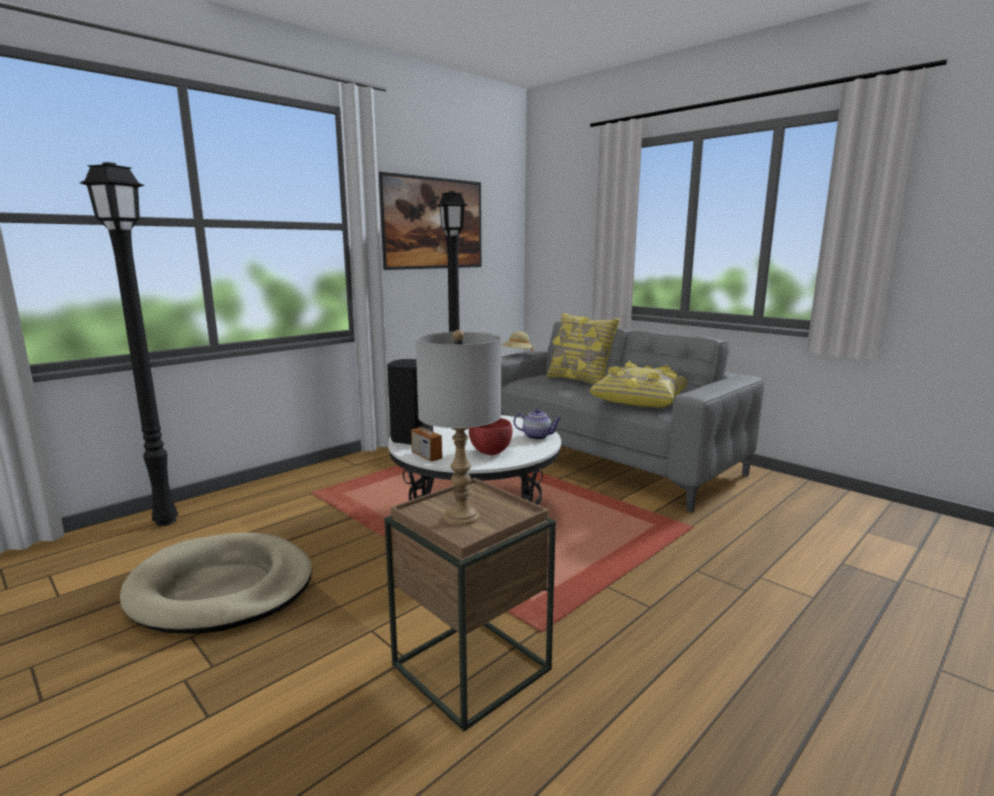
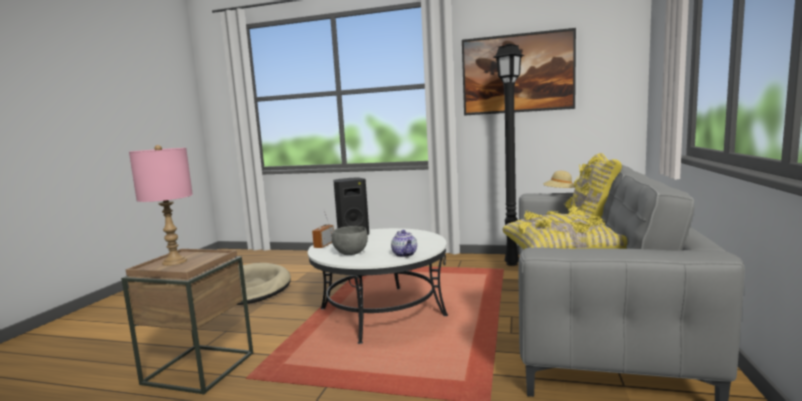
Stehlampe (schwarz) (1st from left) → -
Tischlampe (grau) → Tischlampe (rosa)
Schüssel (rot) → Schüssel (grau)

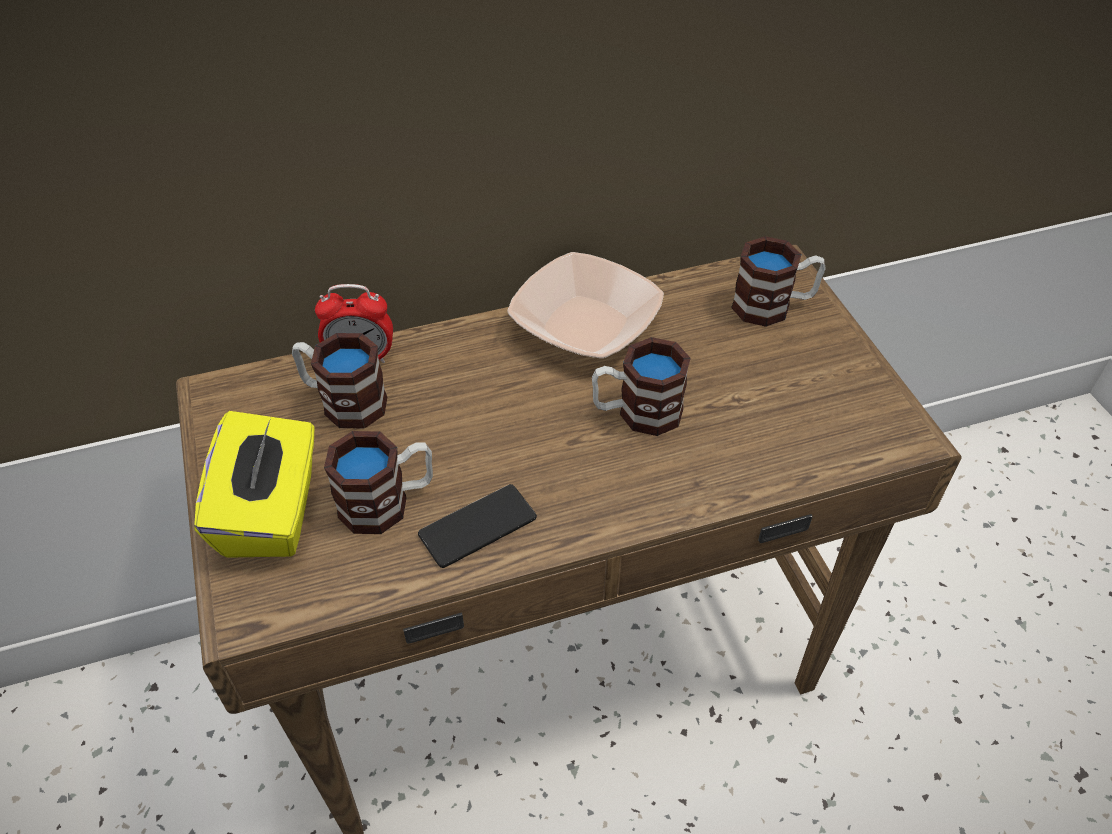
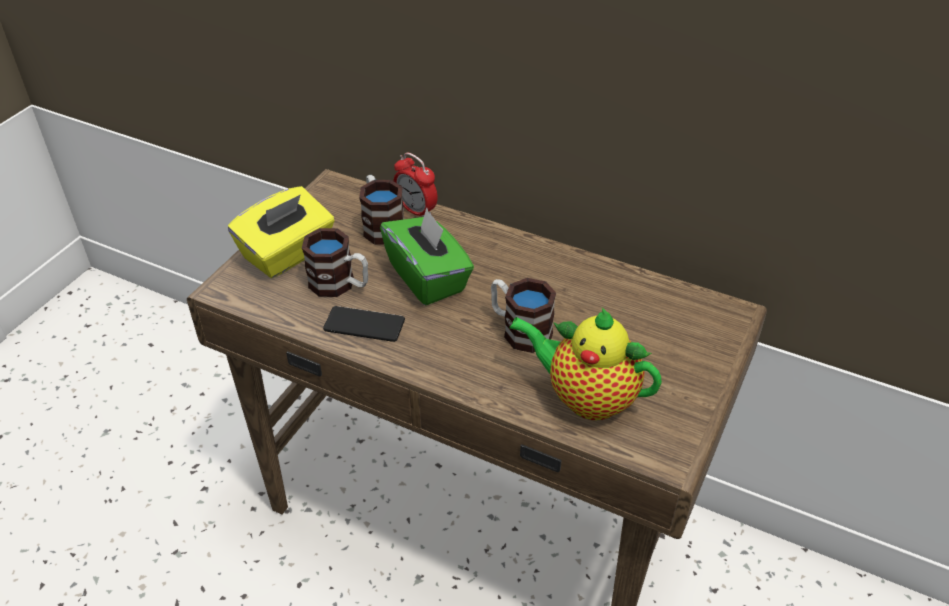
Schüssel → -
Henkelbecher (4th from left) → -
- → Taschentuchbox (grün)
- → Teekanne

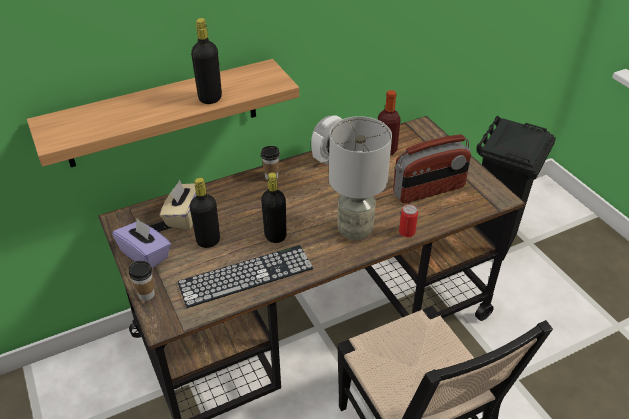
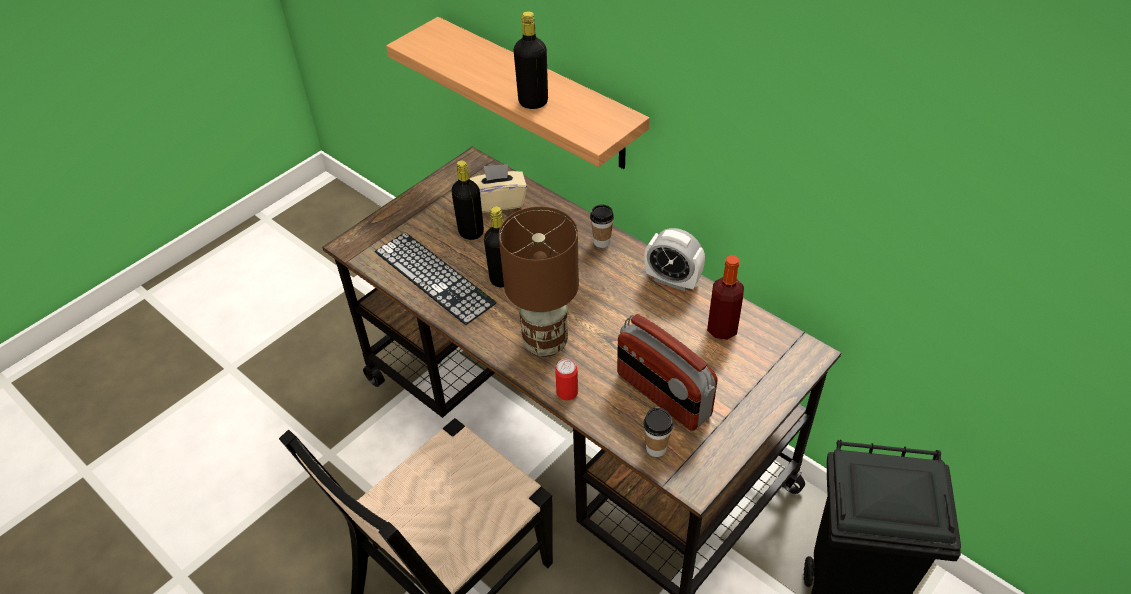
Taschentuchbox (lila) → -
Tasse (1st from left in the first image) → Tasse (2nd from left), moved
Tischlampe (grau) → Tischlampe (braun)

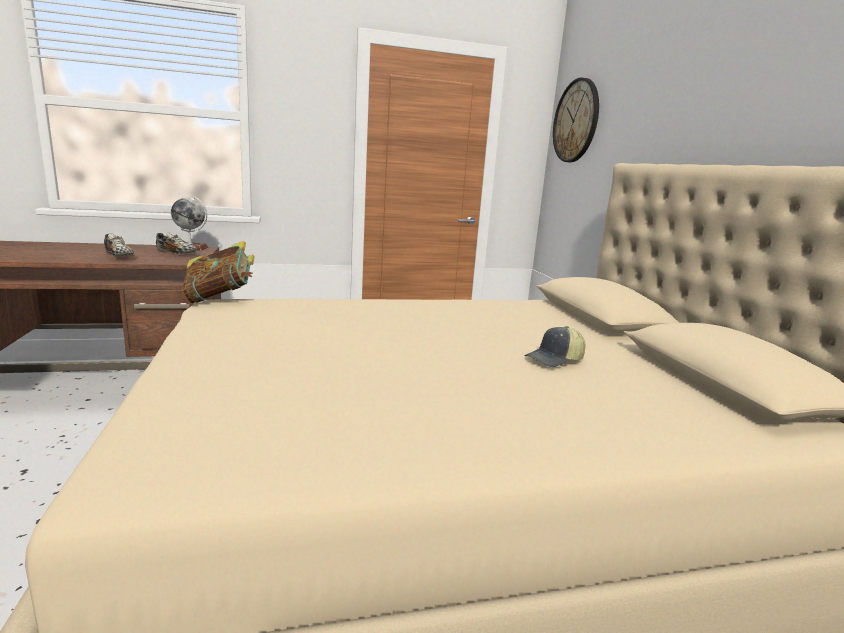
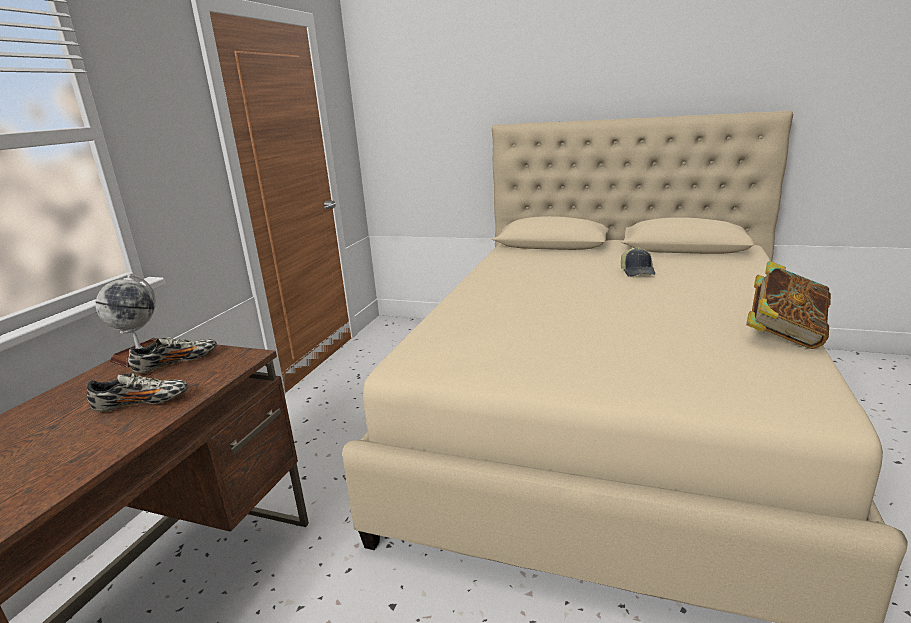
Buch, moved
Wanduhr → -

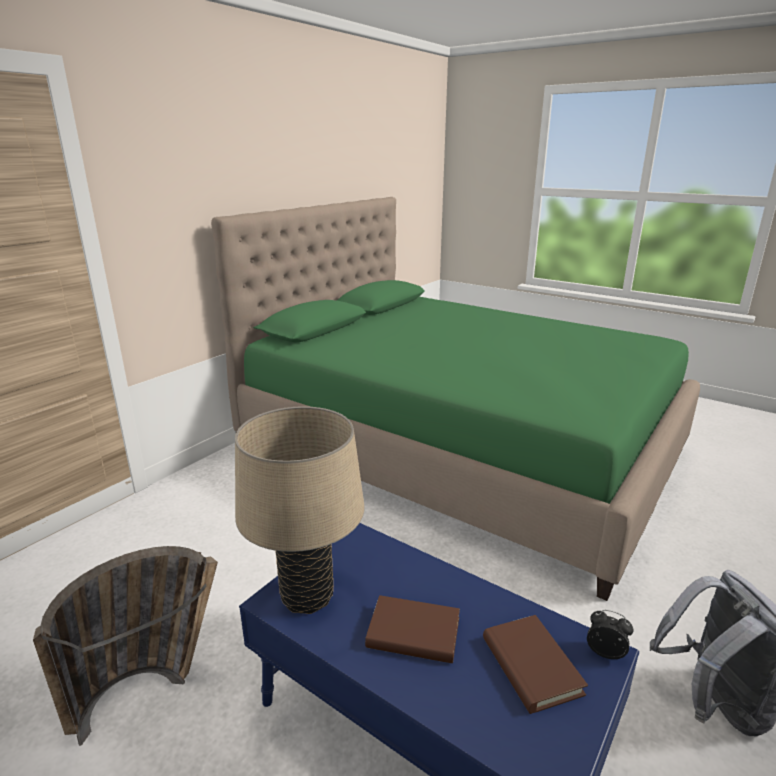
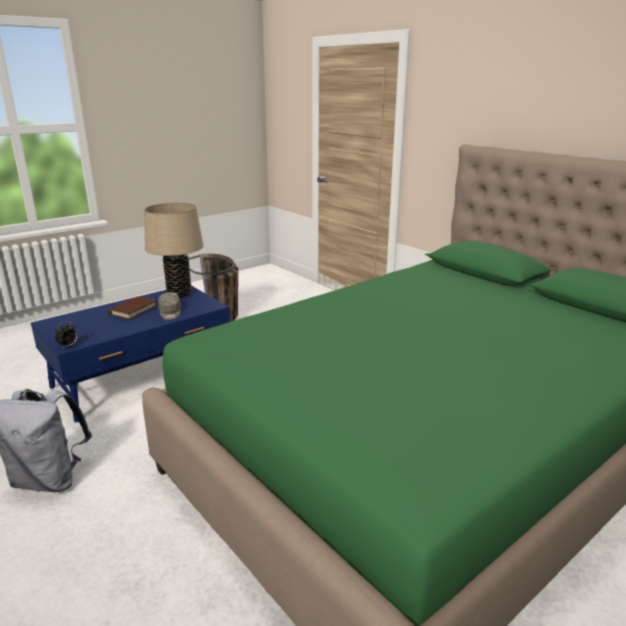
Buch (braun) (2nd from left) → -
- → Kappe (grau)

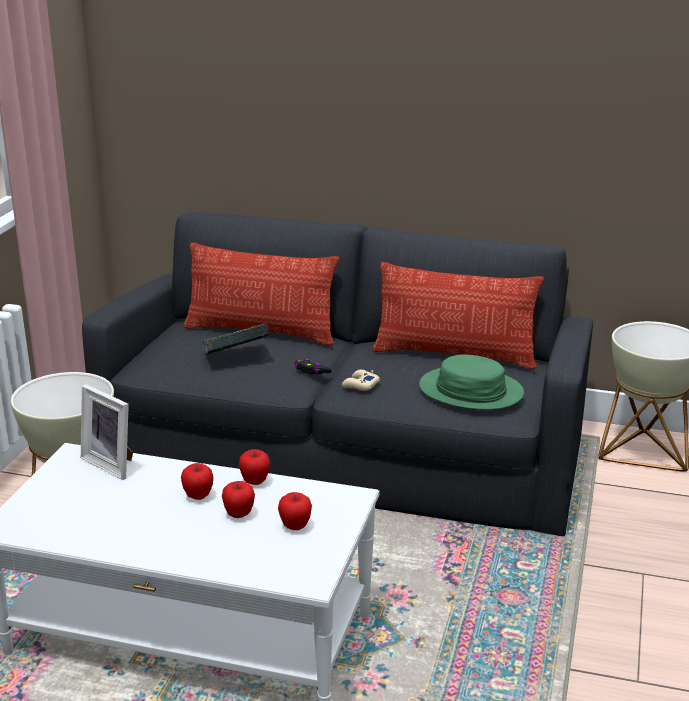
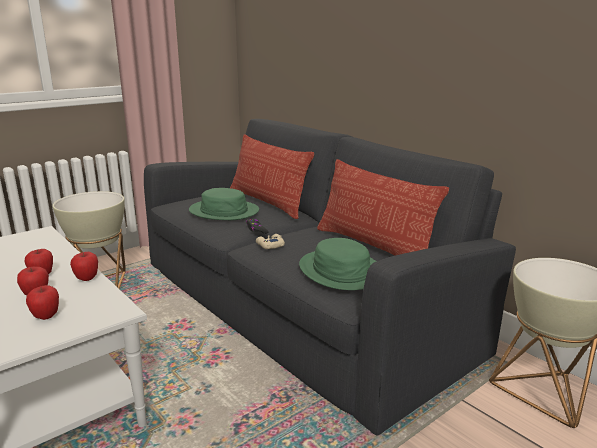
Bilderrahmen → -
Buch → Hut (grün) (1st from left)

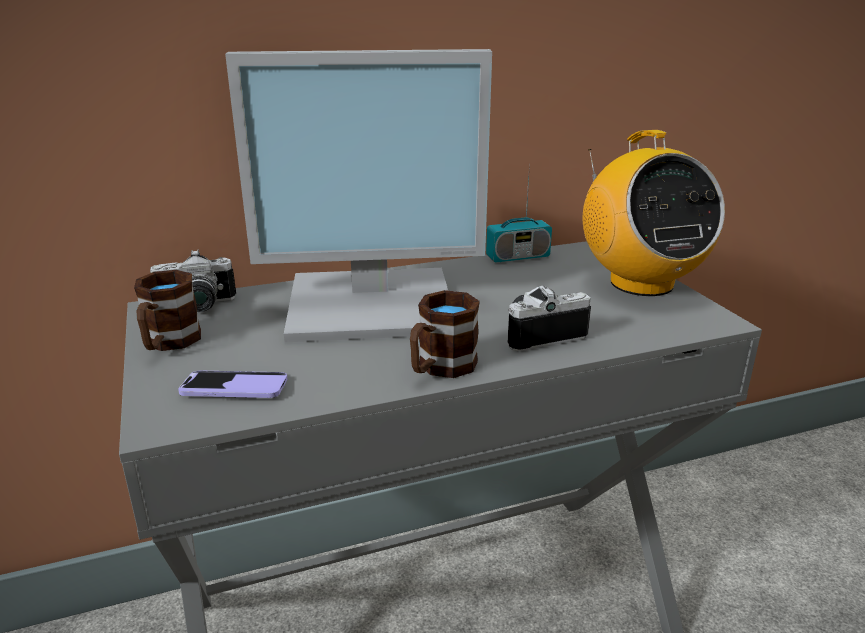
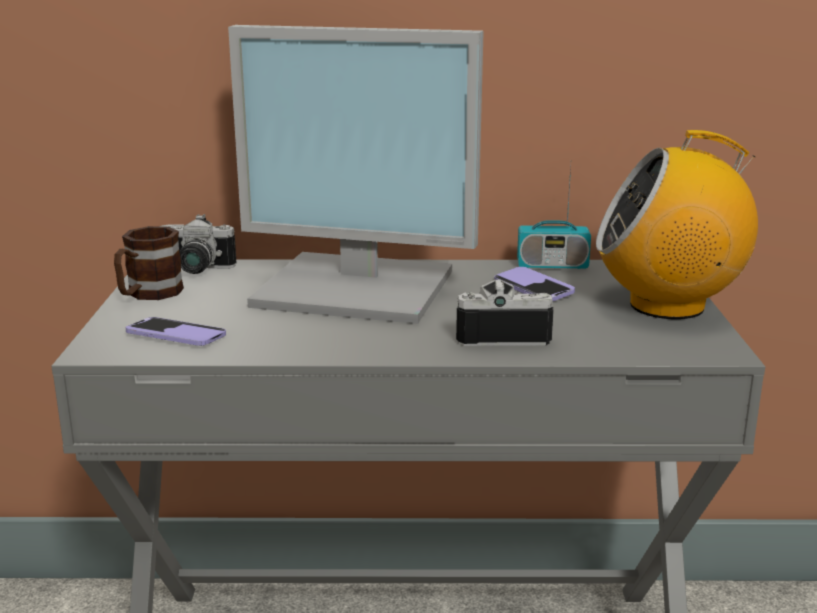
Henkelbecher (braun) (2nd from left) → -
Radio (2nd from left), 90 degrees clockwise
- → Handy (2nd from left)

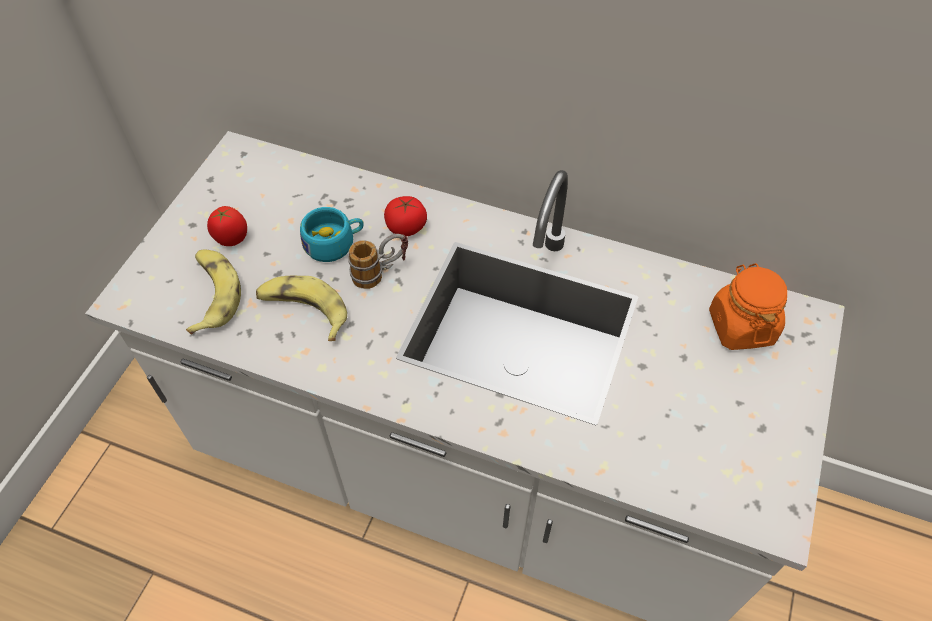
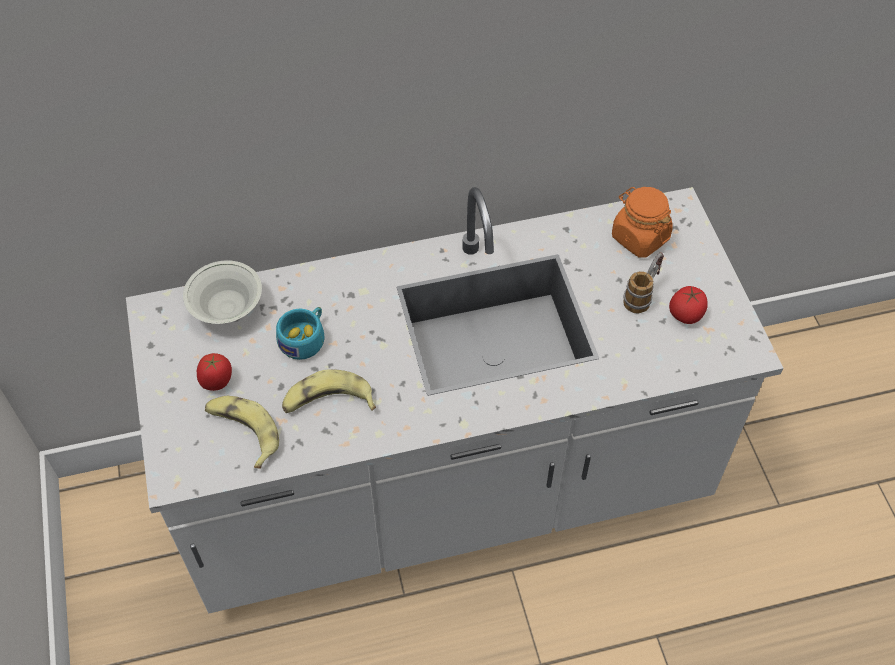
Henkelbecher, moved
Tomate (2nd from left), moved
- → Schüssel (weiß)

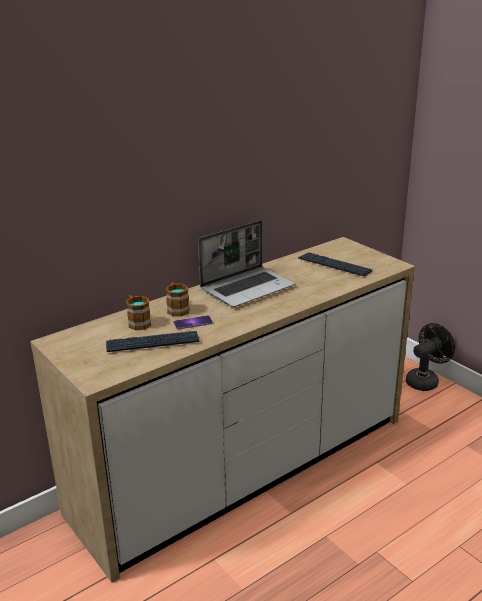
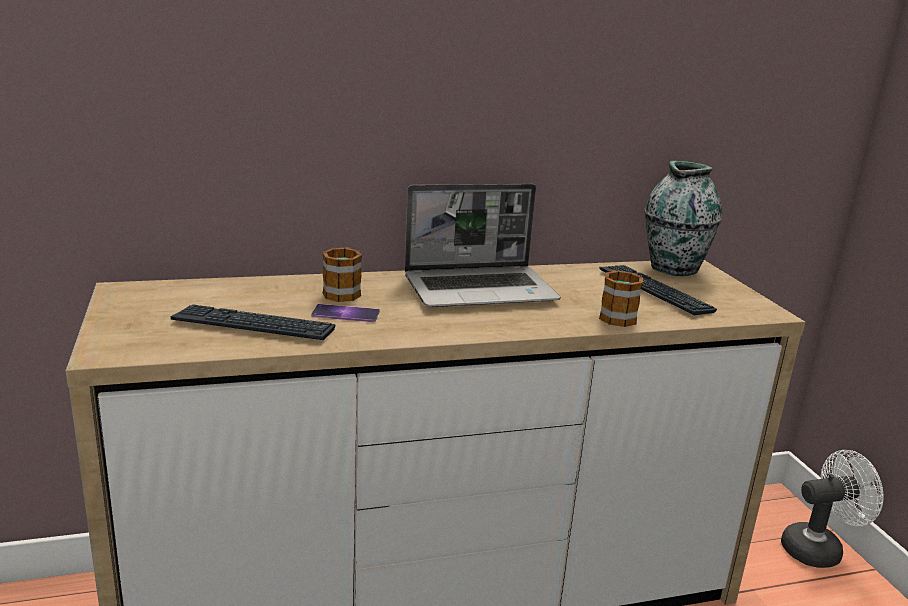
Henkelbecher (1st from left in the first image) → Henkelbecher (2nd from left), moved
Ventilator (schwarz) → Ventilator (weiß)
- → Vase

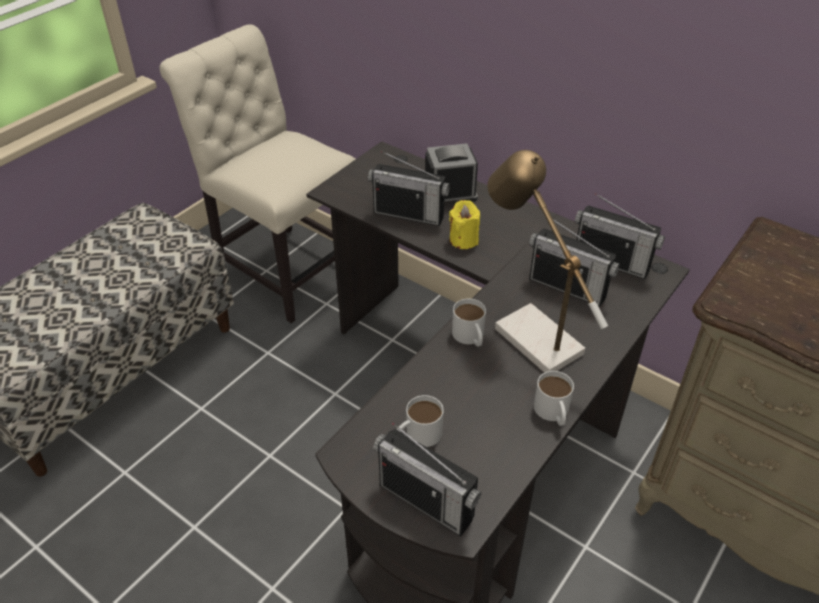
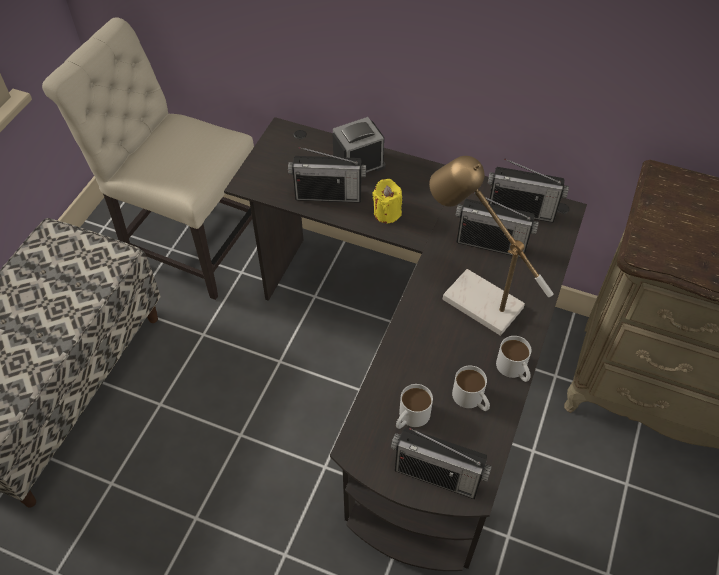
Henkelbecher (weiß) (2nd from left), moved

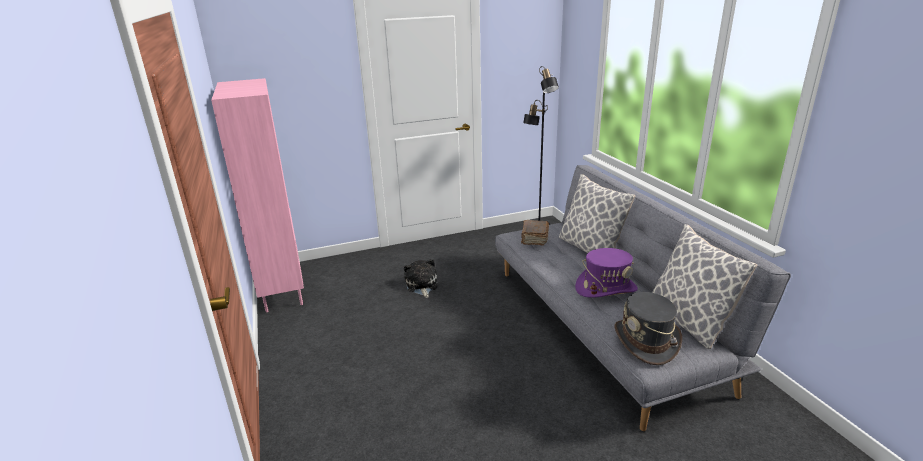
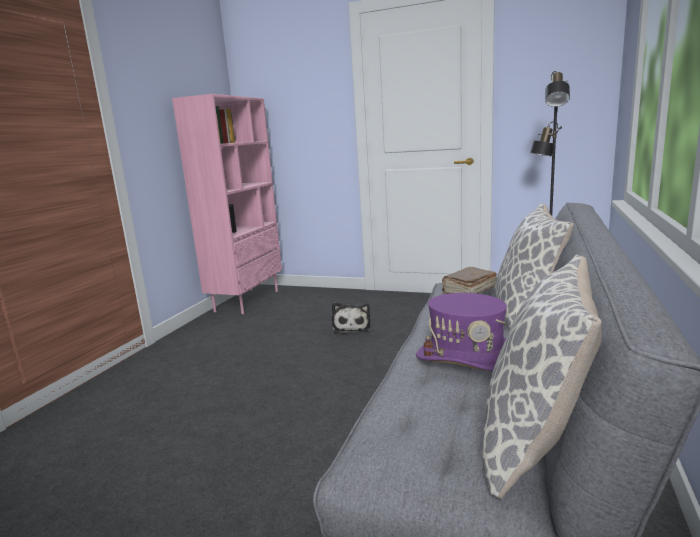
Plüschtier, 150 degrees clockwise
Hut (grau) → -

